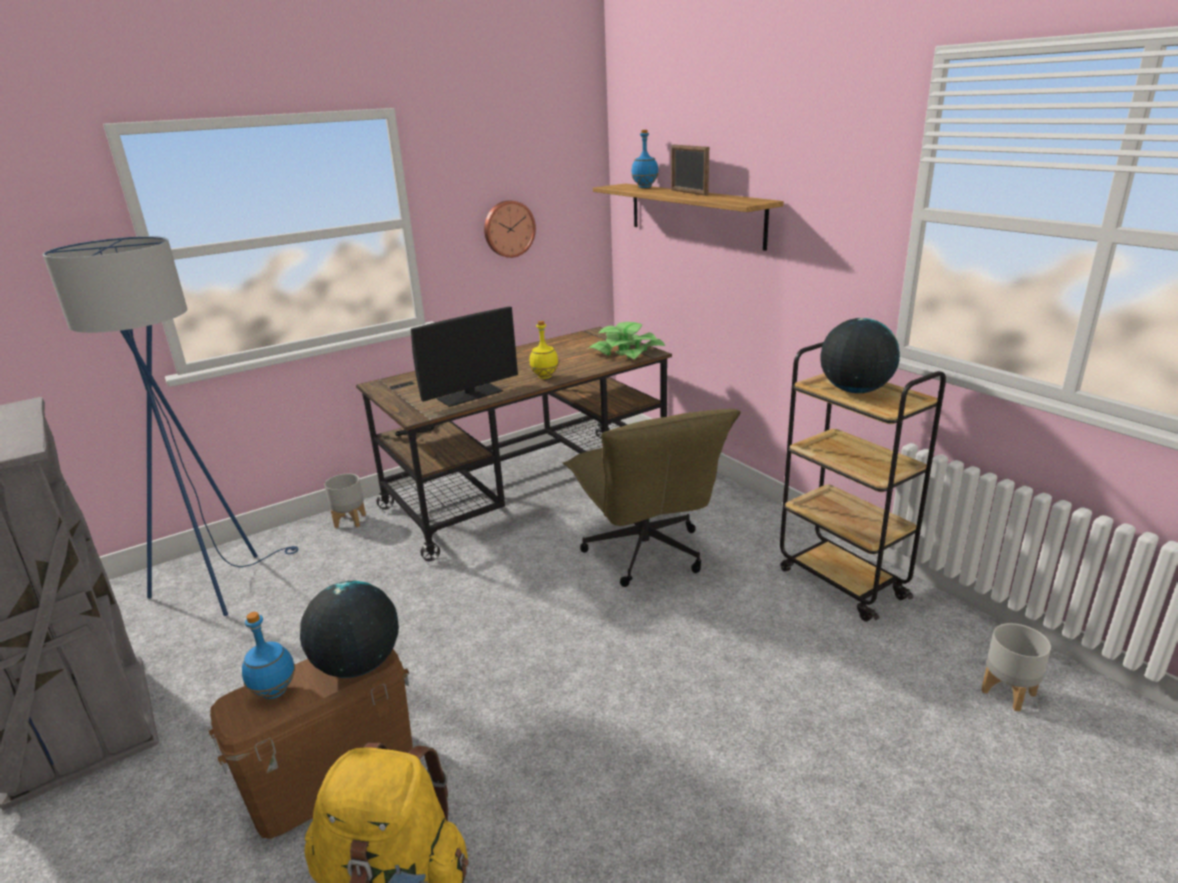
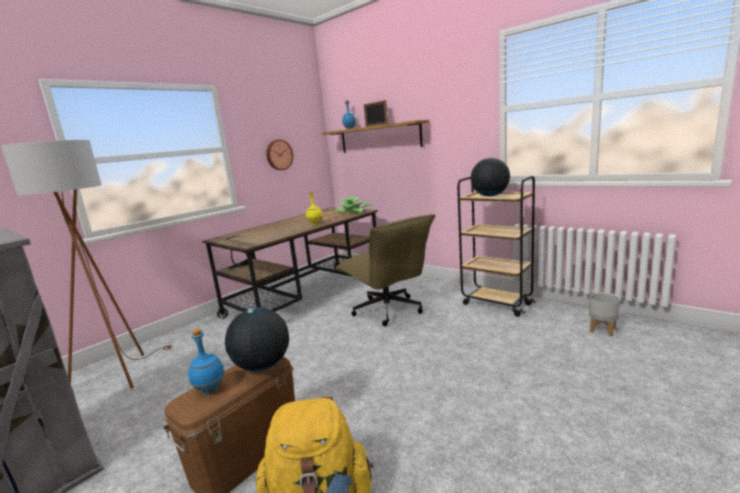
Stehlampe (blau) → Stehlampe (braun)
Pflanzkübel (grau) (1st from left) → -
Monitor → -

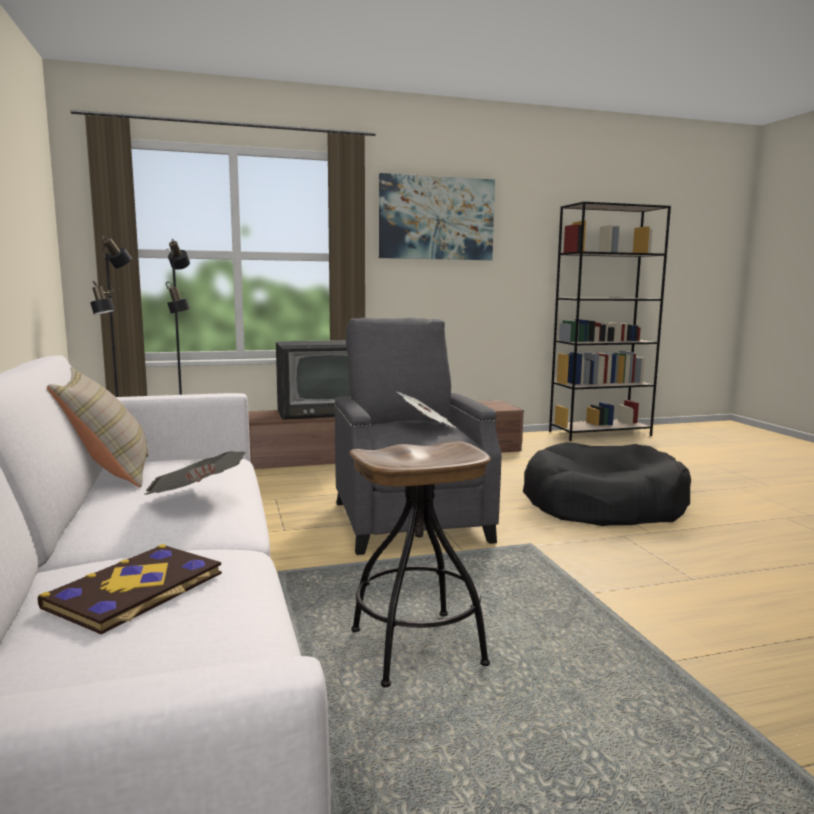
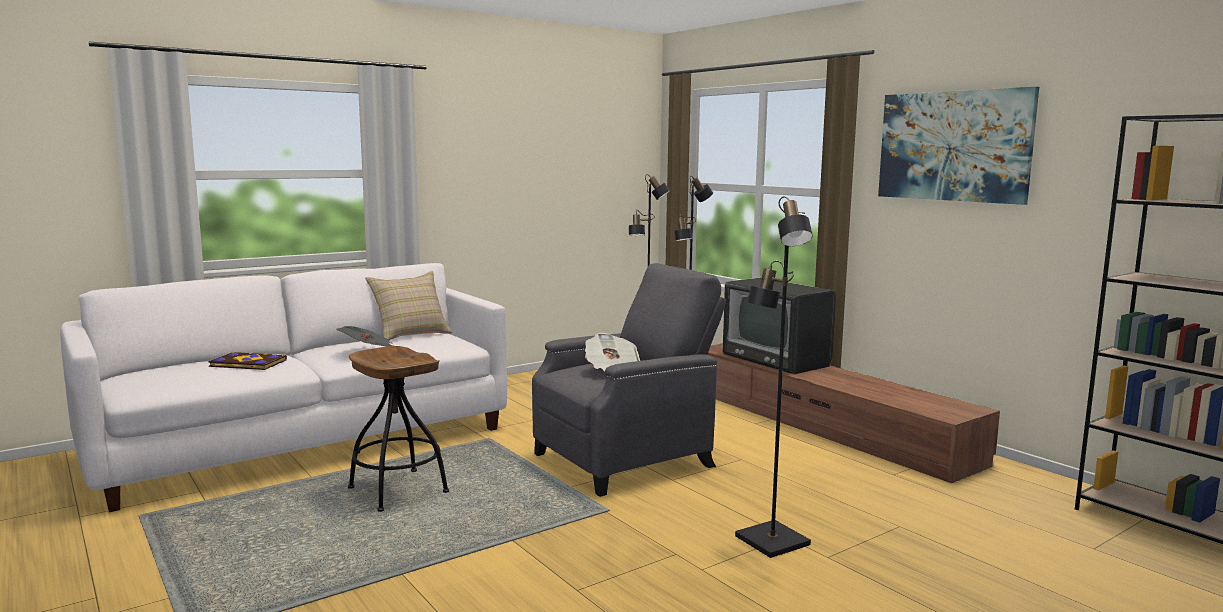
Hundebett (schwarz) → Stehlampe (schwarz) (3rd from left)

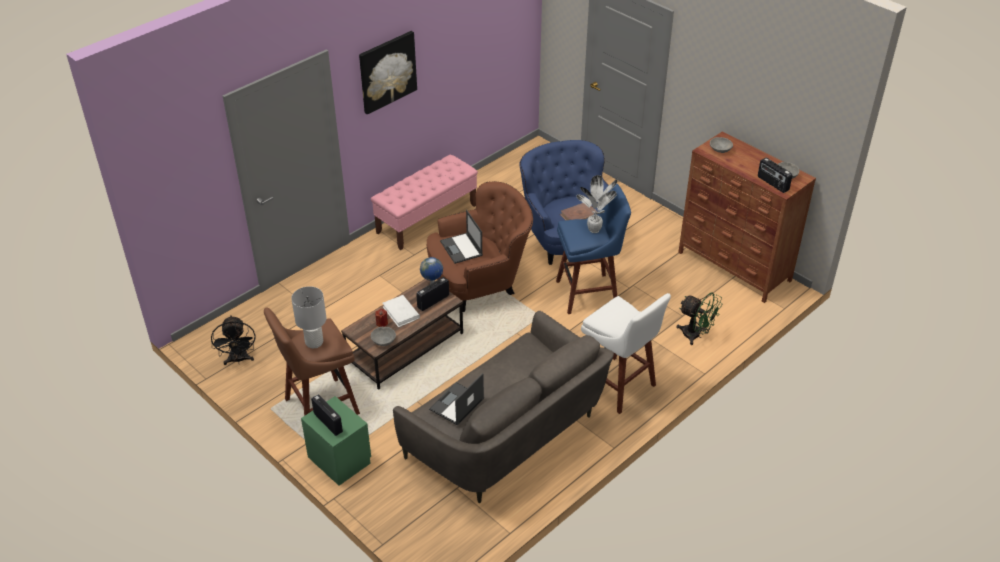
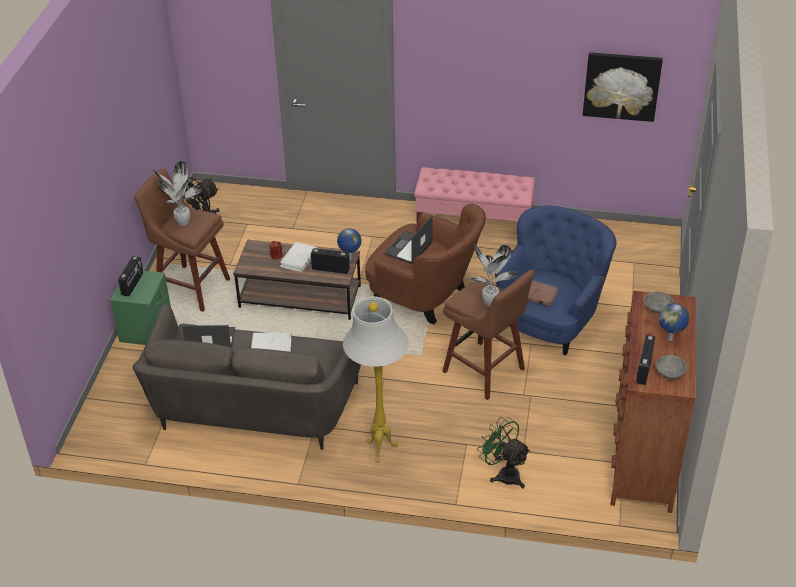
Tischlampe (grau) → Topfpflanze (1st from left)
Bild, moved
Schüssel (grau) (1st from left) → -
Hocker (blau) → Hocker (braun) (2nd from left)
Hocker (weiß) → Stehlampe (weiß)
Ventilator (grün), 135 degrees clockwise
- → Buch (weiß) (1st from left)
- → Globus (2nd from left)

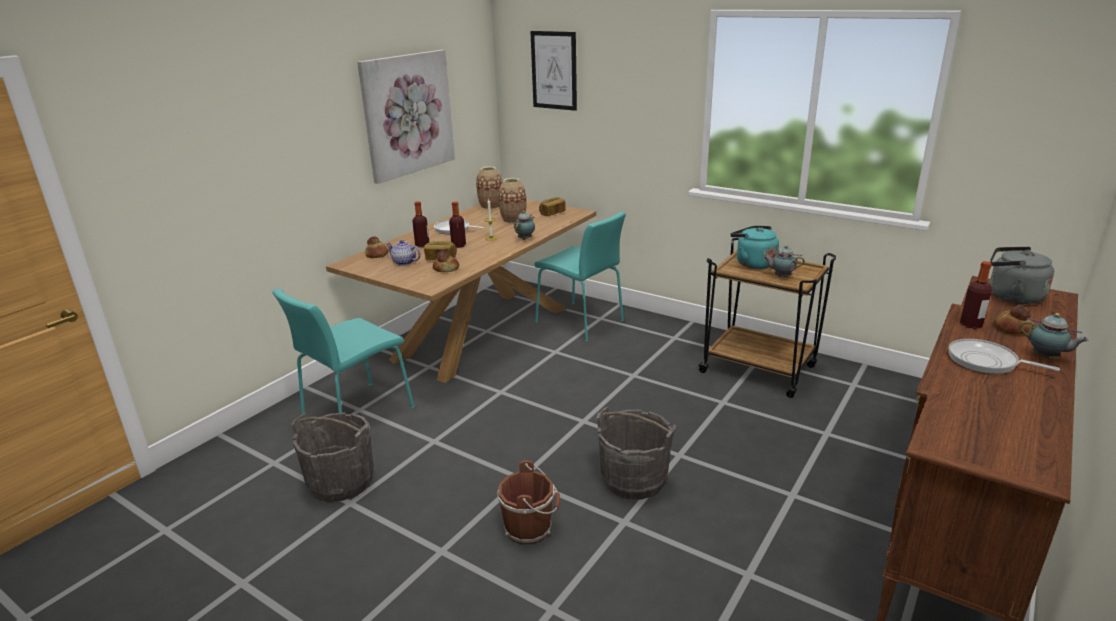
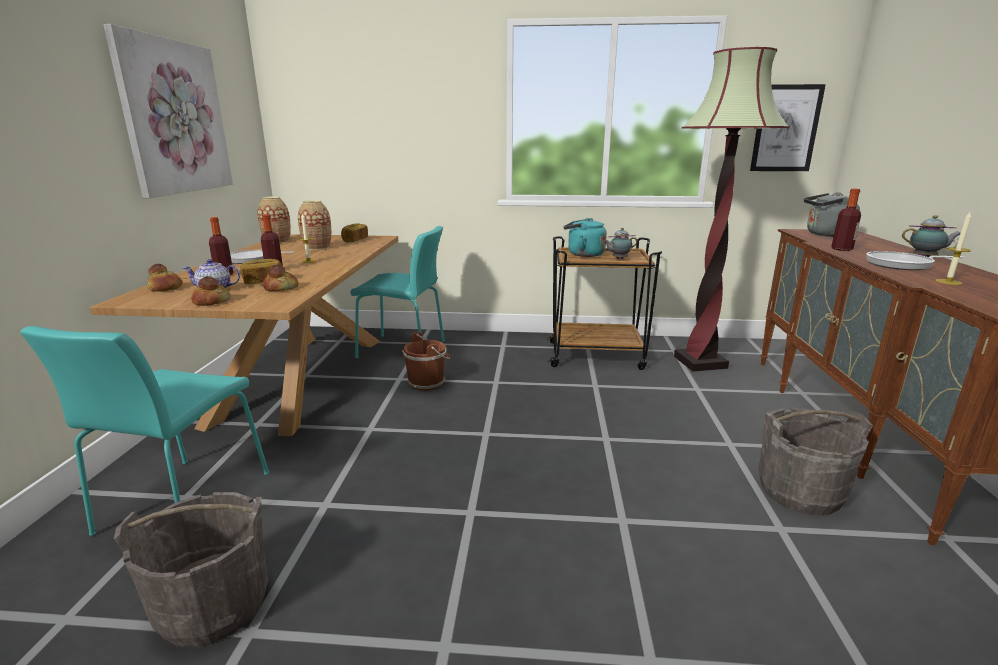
Eimer (braun), moved
Teekanne (2nd from left) → -
Bild (2nd from left), moved
Eimer (grau) (2nd from left), moved
Brot (5th from left in the first image) → Brot (2nd from left), moved
- → Stehlampe
- → Kerze (2nd from left)

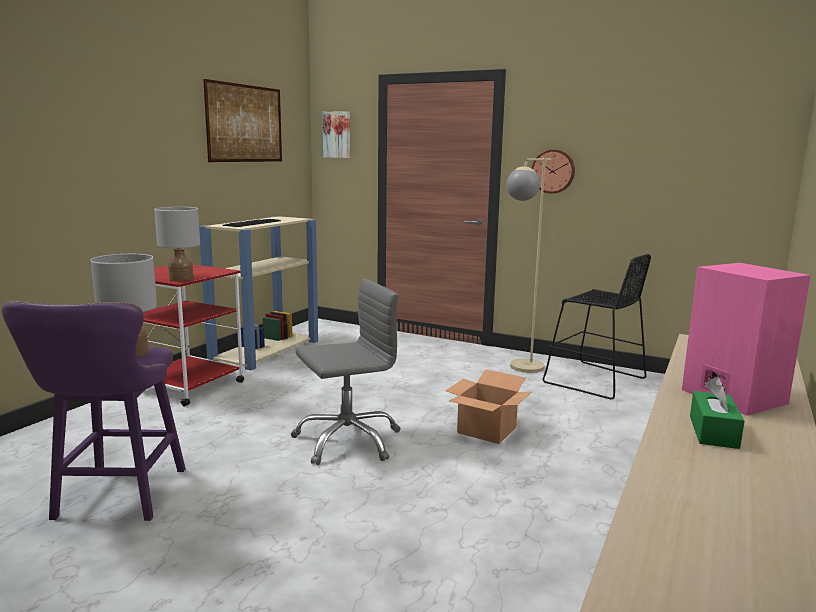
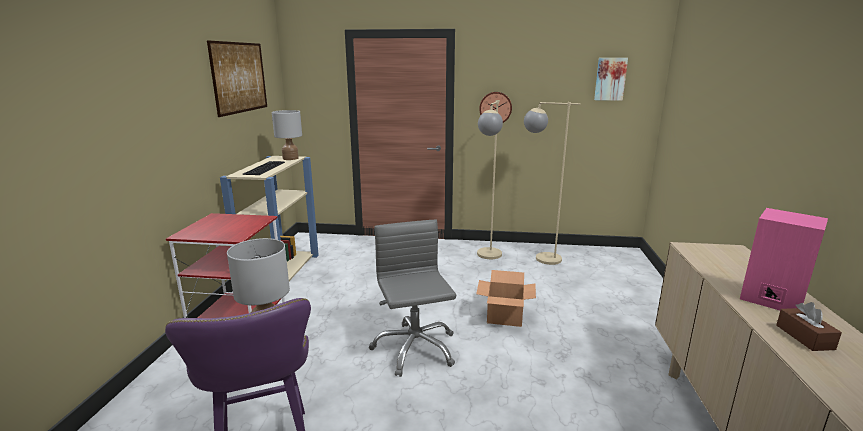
Tischlampe (grau) (2nd from left), moved
Bürostuhl (grau), 60 degrees counterclockwise
Bild (2nd from left), moved
Hocker (schwarz) → Stehlampe (beige) (2nd from left)
Taschentuchbox (grün) → Taschentuchbox (braun)

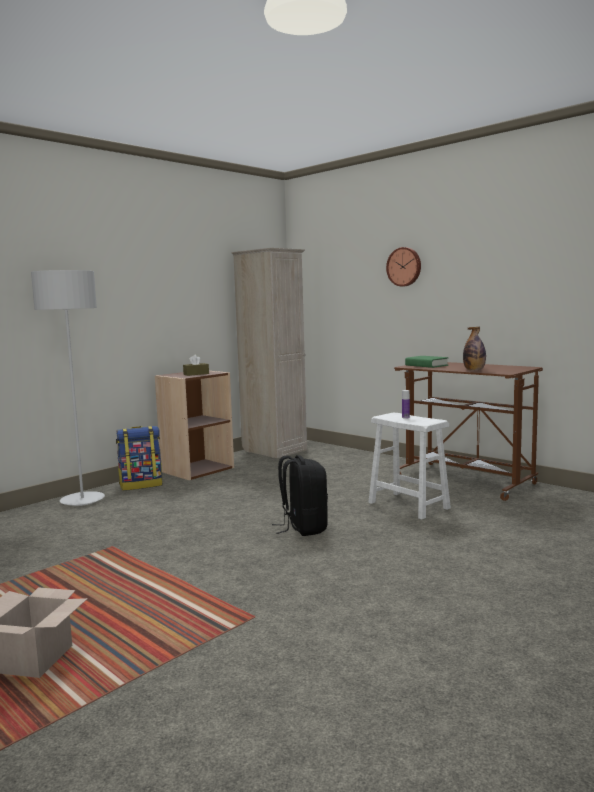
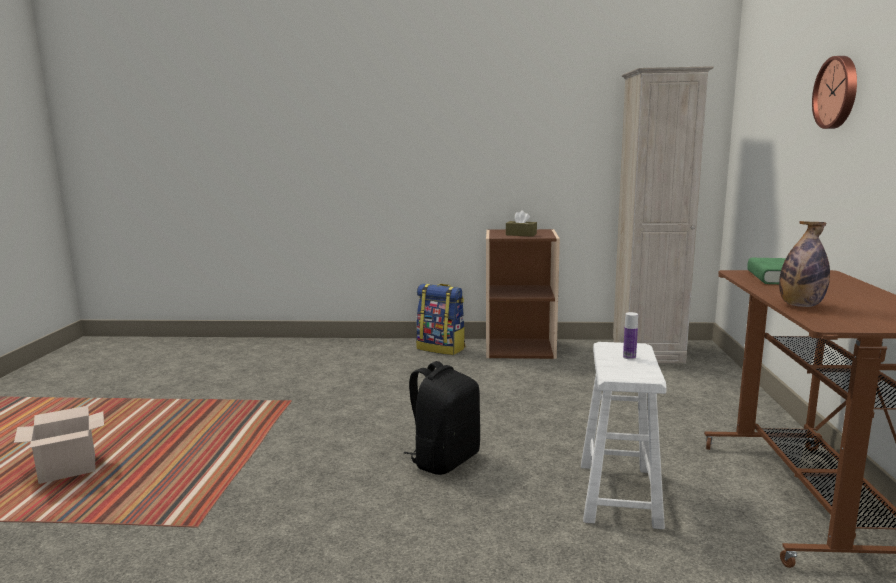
Stehlampe (grau) → -

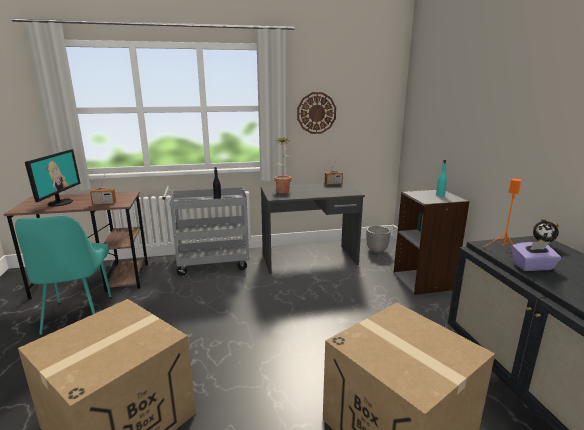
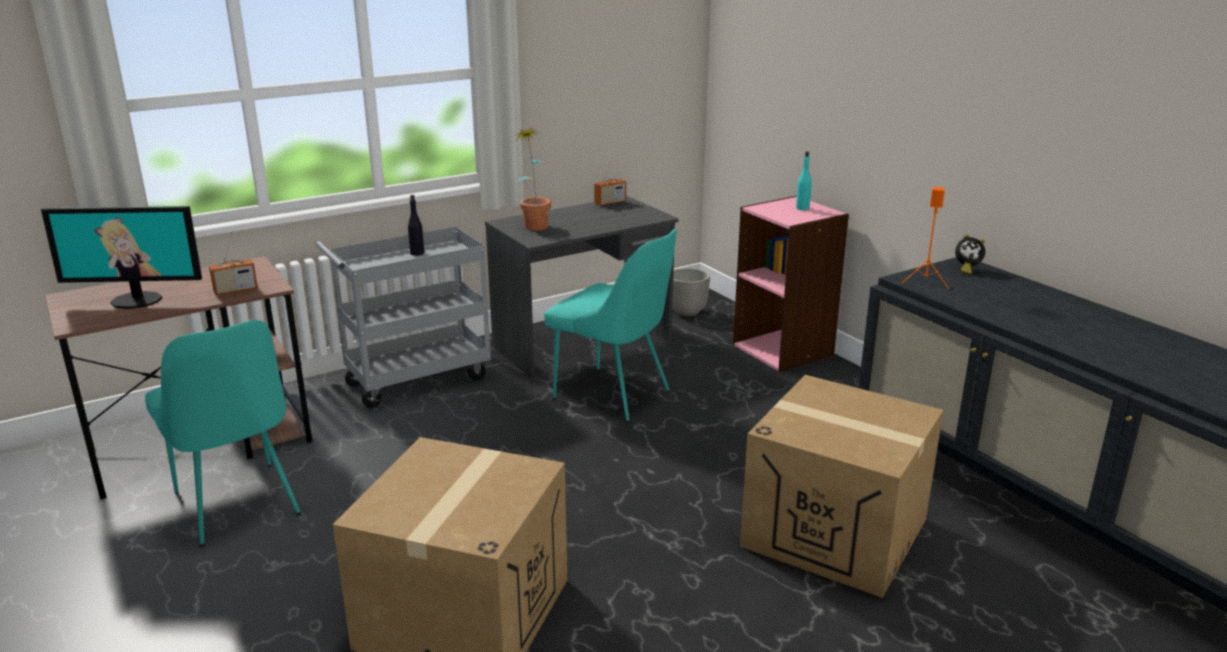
Monitor, 105 degrees clockwise
Wanduhr → -
Bücherregal (grau) → Bücherregal (rosa)
Taschentuchbox (lila) → -
- → Stuhl (türkis) (2nd from left)

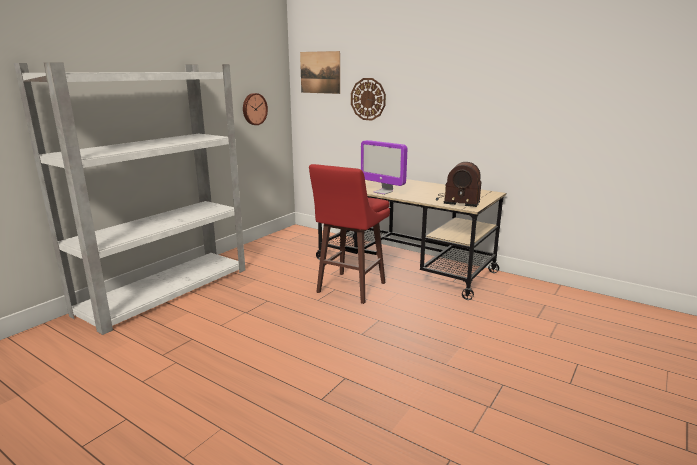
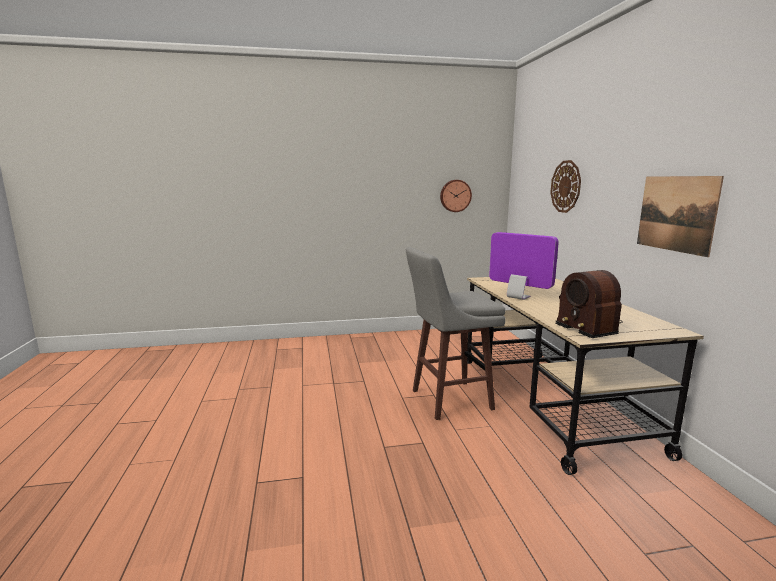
Bücherregal (weiß) → -
Bild, moved
Hocker (rot) → Hocker (grau)
Monitor, 135 degrees clockwise

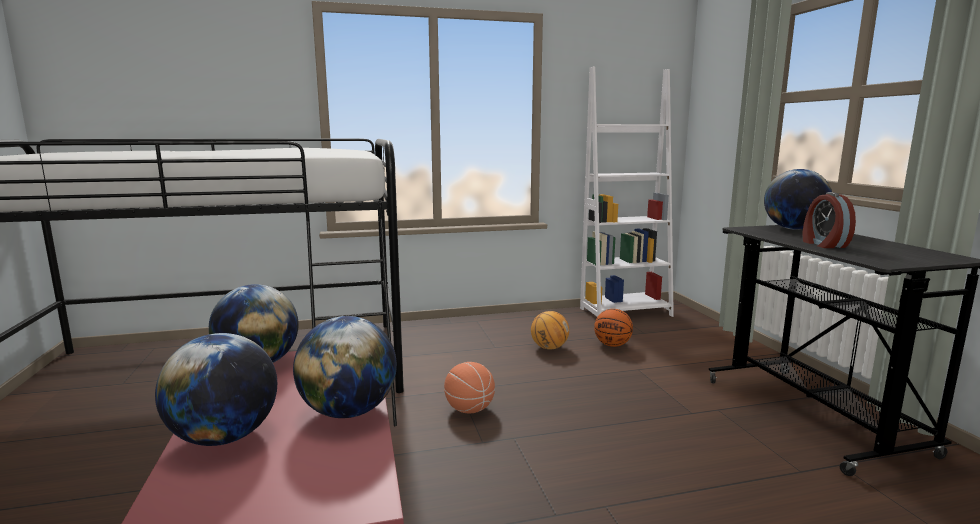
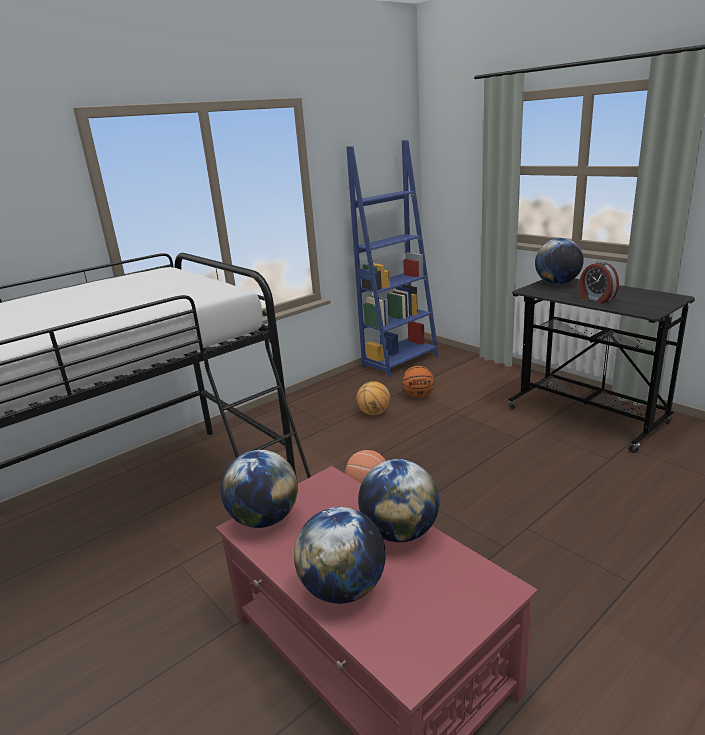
Bücherregal (weiß) → Bücherregal (blau)

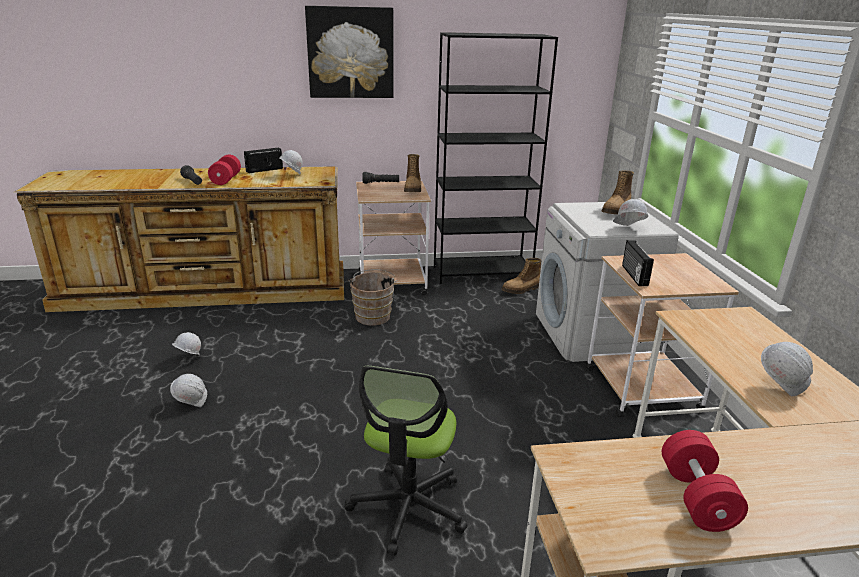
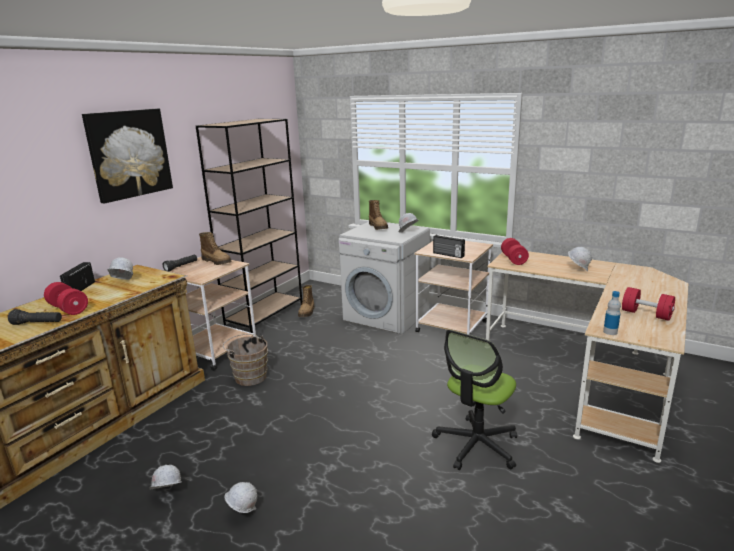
Bürostuhl, 75 degrees clockwise
Bücherregal (schwarz) → Bücherregal (beige)
- → Hantel (rot) (2nd from left)
- → Flasche

